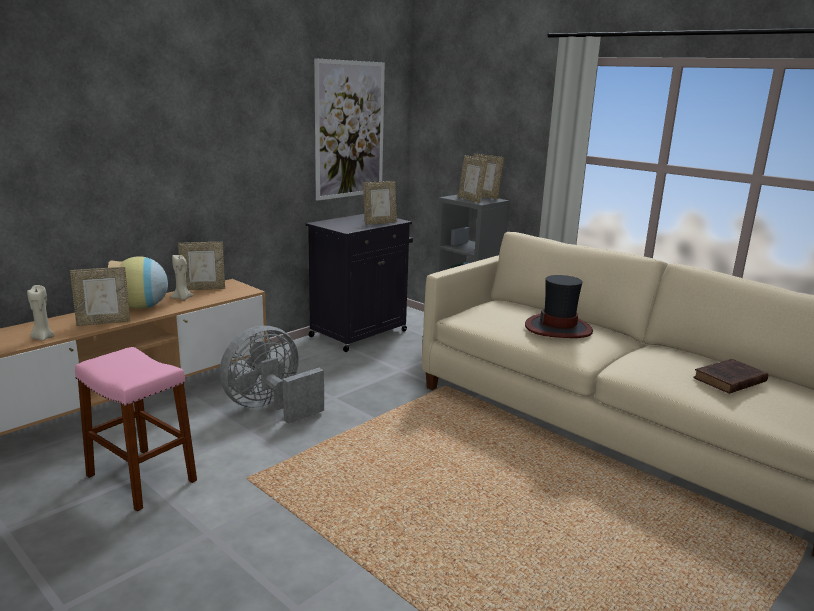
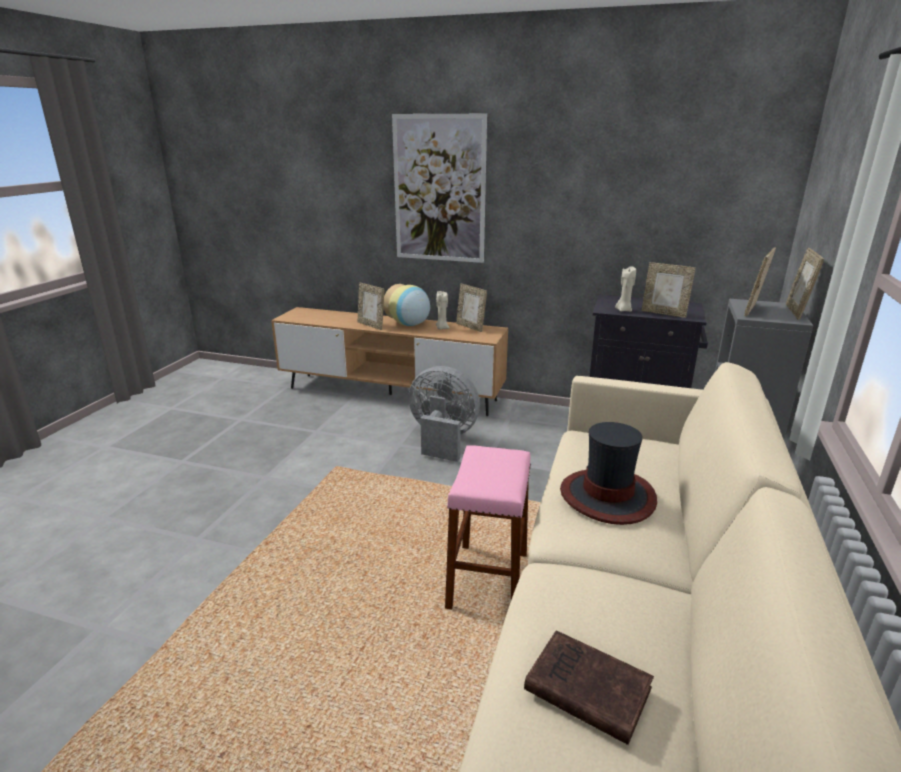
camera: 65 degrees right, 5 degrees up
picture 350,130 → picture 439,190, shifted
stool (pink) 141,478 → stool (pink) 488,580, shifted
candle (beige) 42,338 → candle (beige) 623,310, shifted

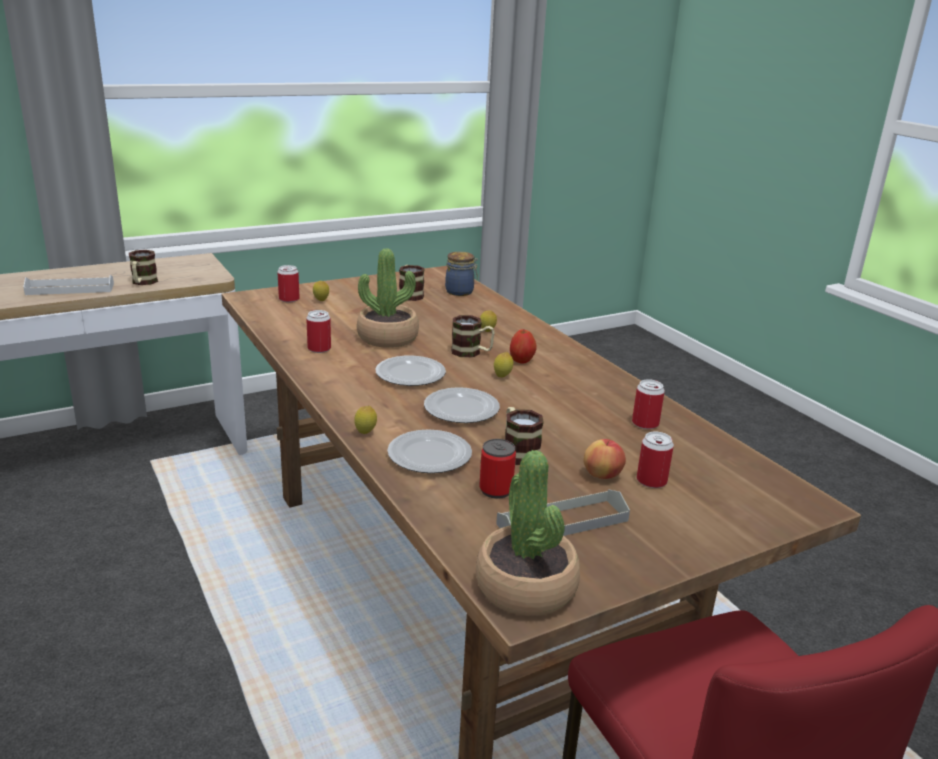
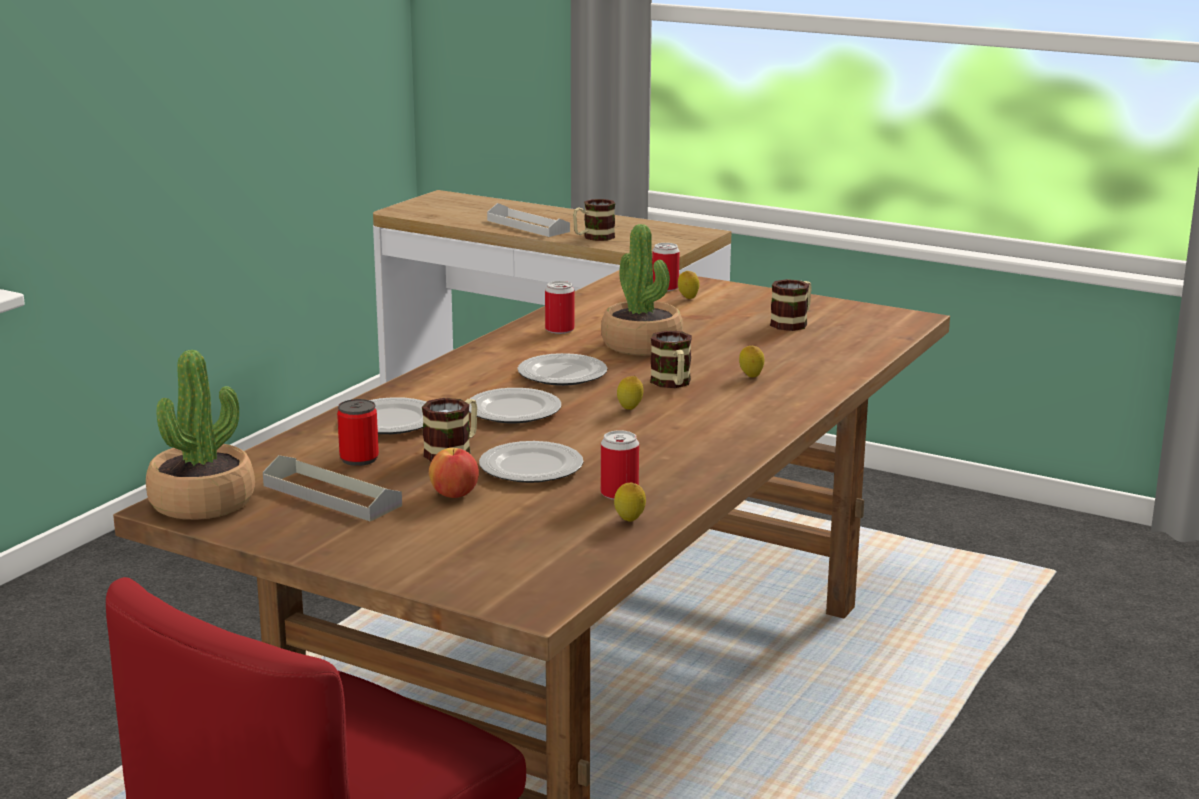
camera: 60 degrees right, 5 degrees down
- → plate 530,468
lemon 365,433 → lemon 629,521, shifted
jar 460,292 → -
apple 521,360 → -
can 651,481 → -

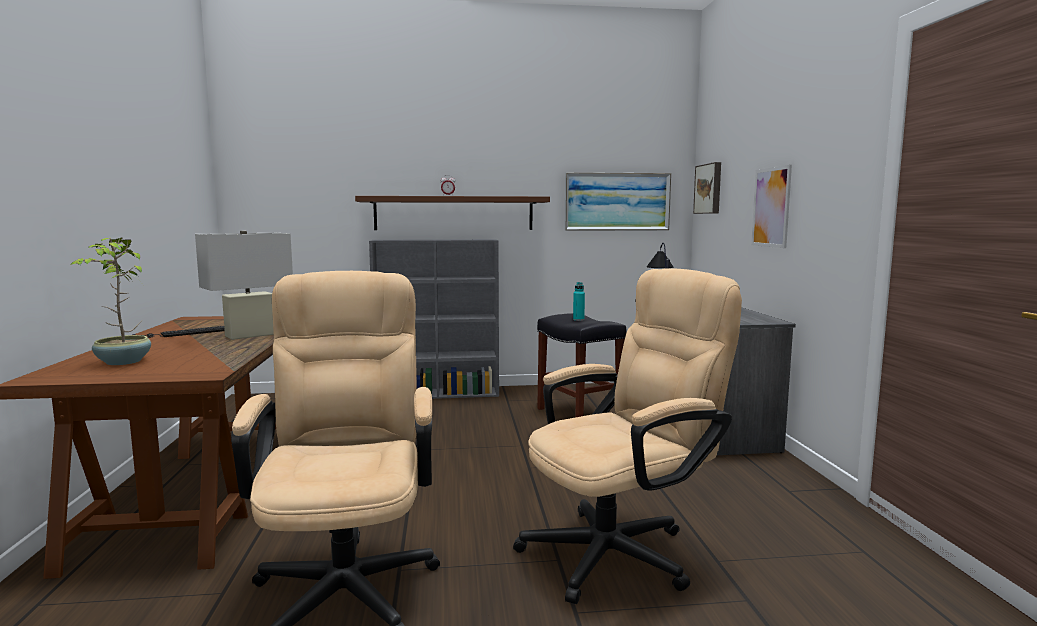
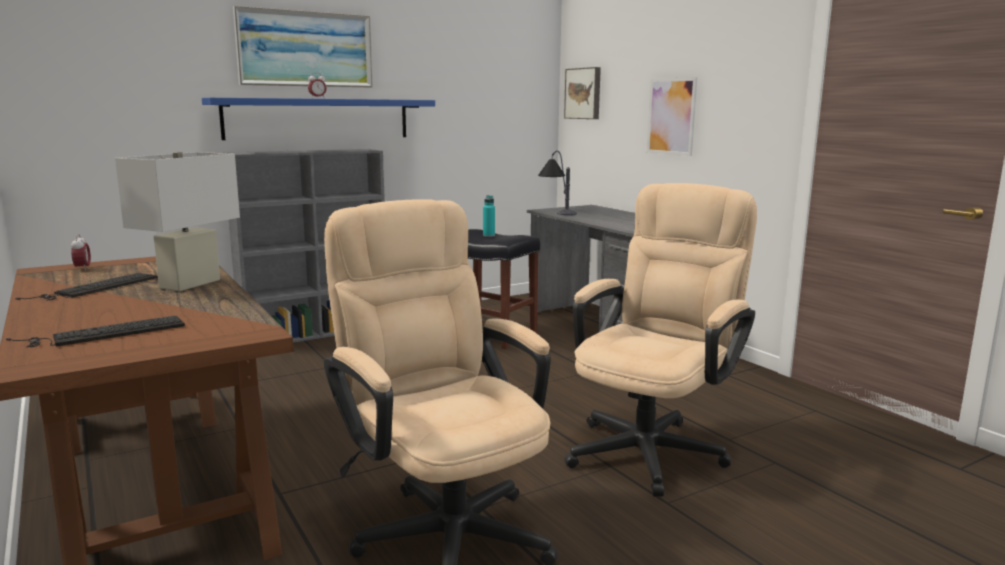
camera: 25 degrees left, 5 degrees up
potted plant 122,362 → keyboard 103,333
- → alarm clock 83,269
shelf (brown) 454,213 → shelf (blue) 318,119
picture 617,201 → picture 305,49, shifted

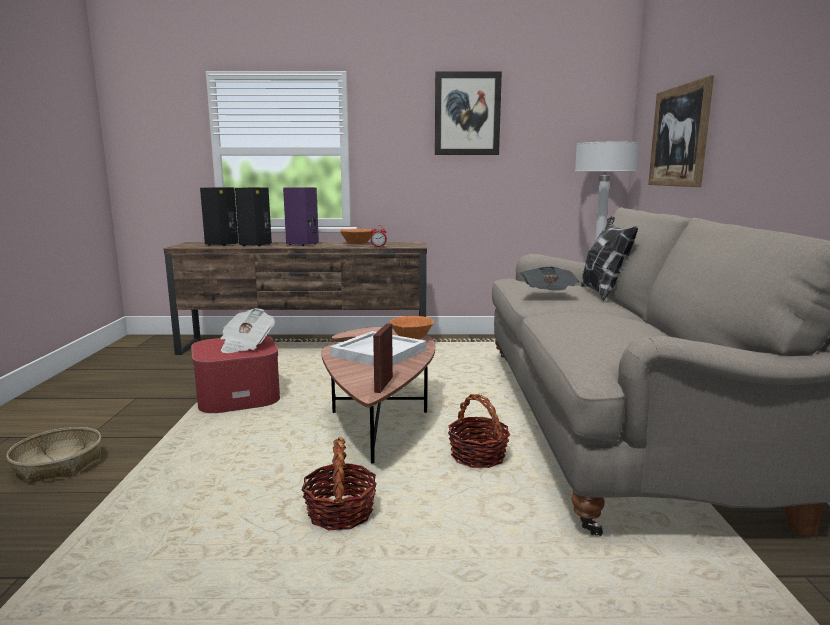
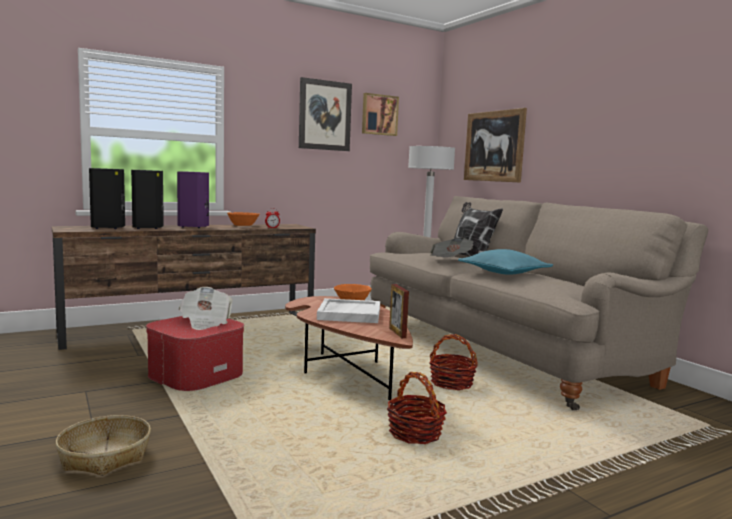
camera: 30 degrees left, 5 degrees down
- → picture 379,115
- → pillow (turquoise) 504,273

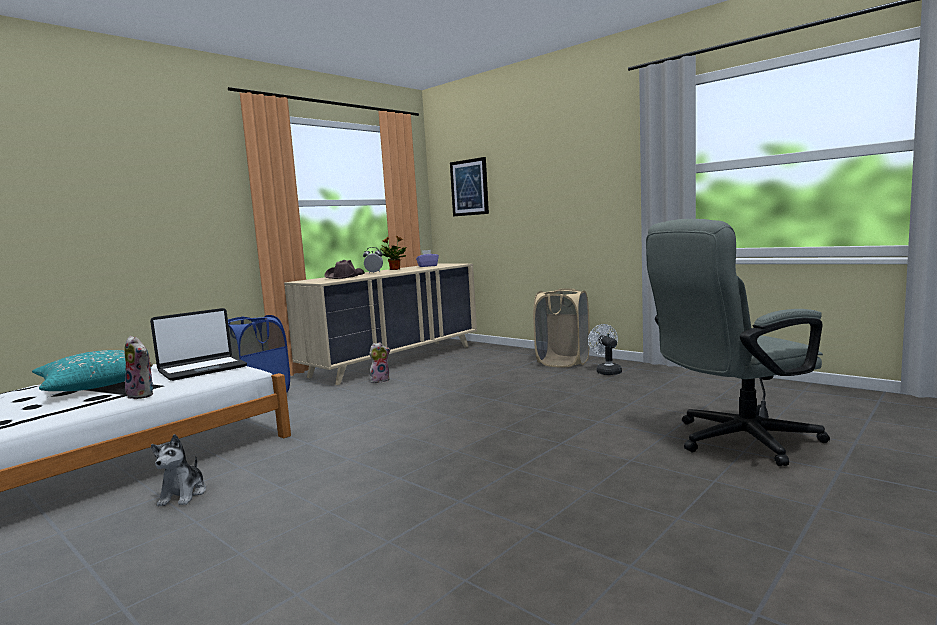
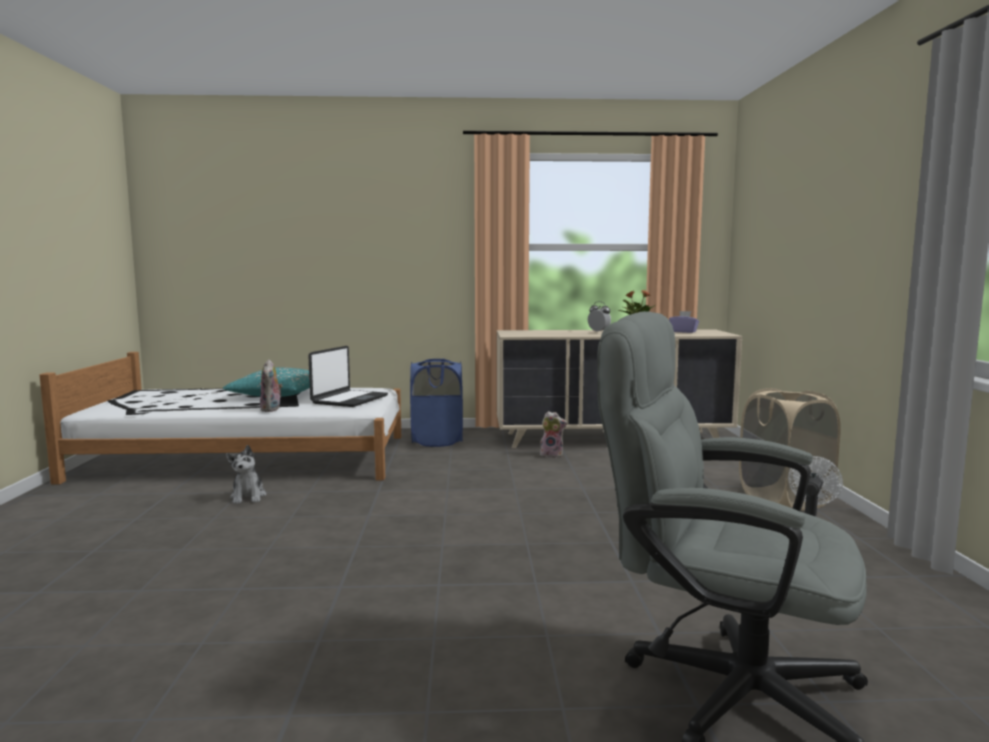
camera: 45 degrees right, 0 degrees up
plush toy 183,495 → plush toy 248,497, 60 degrees counterclockwise
laptop 202,369 → laptop 349,399, 75 degrees counterclockwise
hat (brown) 345,277 → -
picture 469,187 → -

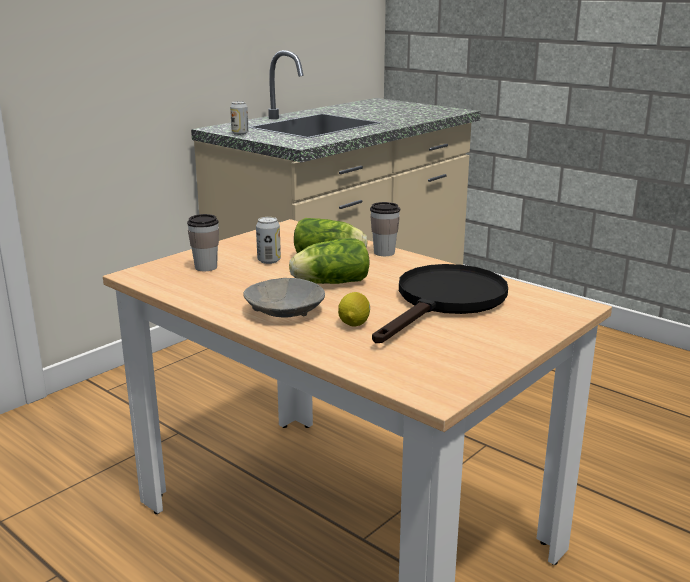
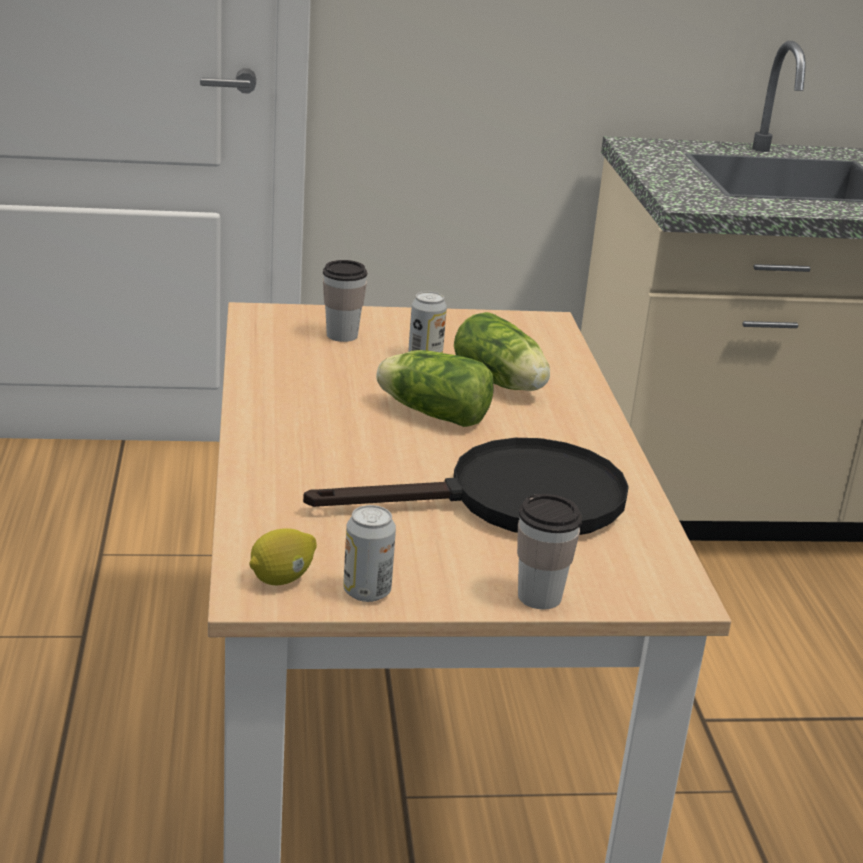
camera: 40 degrees right, 5 degrees up
lemon 354,323 → lemon 282,579, shifted
can 240,133 → can 367,591, shifted
cup 384,252 → cup 539,596, shifted
bowl (grey) 284,311 → -

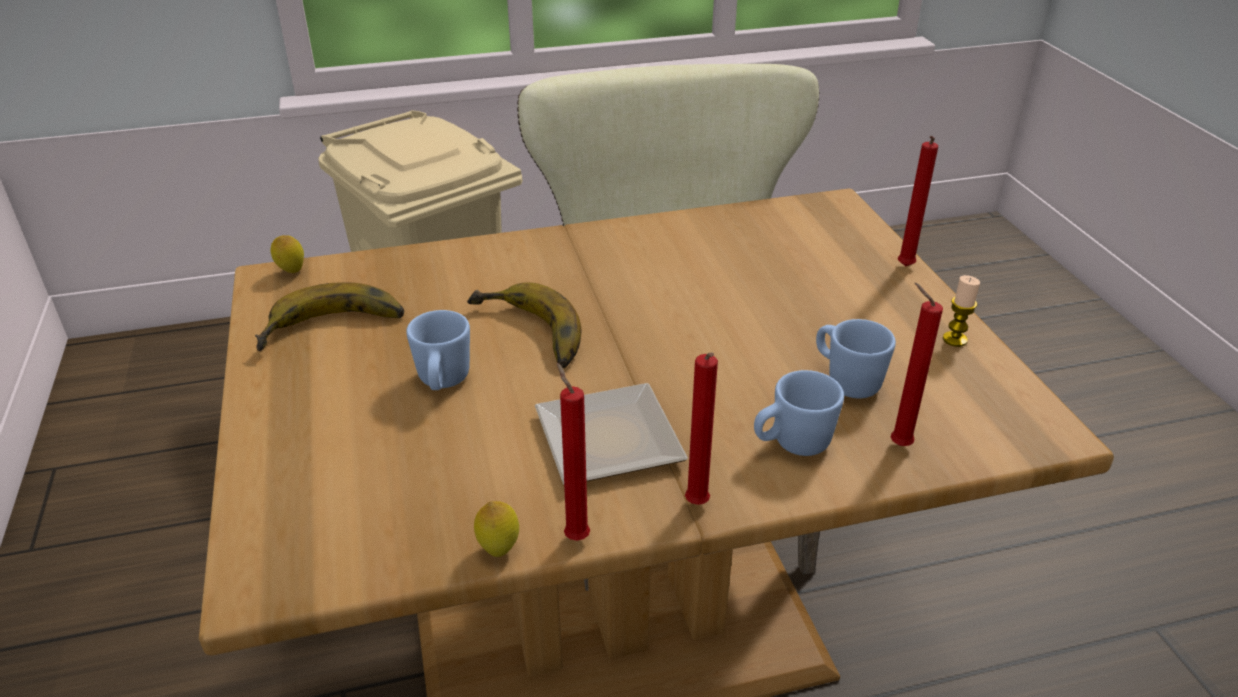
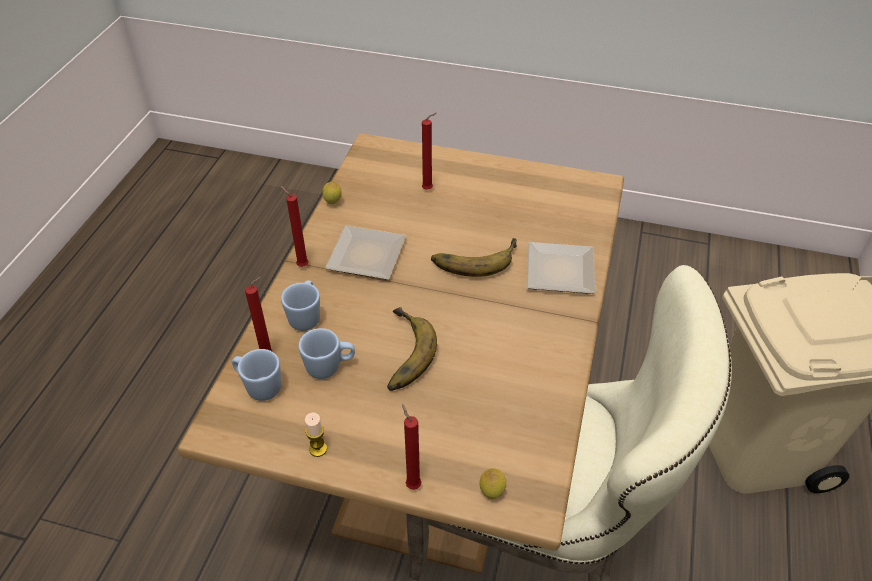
camera: 120 degrees right, 10 degrees up
mug (blue) 443,383 → mug (blue) 259,386, shifted
banana 334,331 → banana 399,353, shifted
candle (red) 575,535 → candle (red) 429,189, shifted
lemon 291,272 → lemon 491,493, shifted
- → plate 557,273

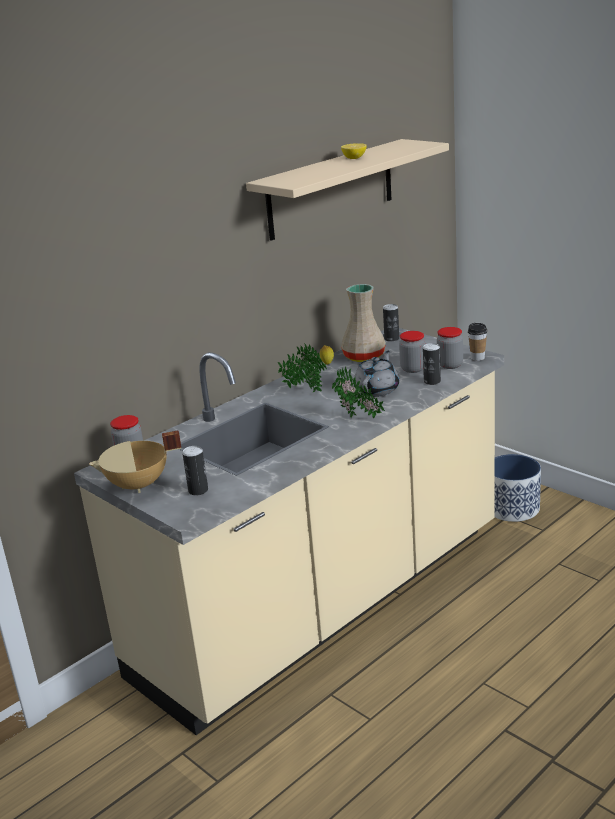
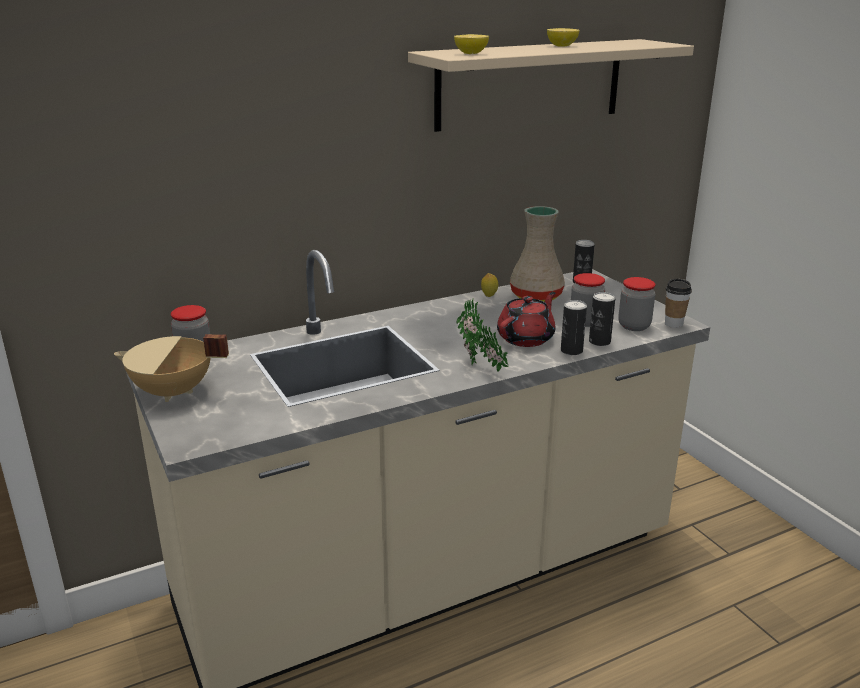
camera: 15 degrees right, 0 degrees up
- → lemon 471,53
teapot (grey) 377,390 → teapot (red) 526,338
can 198,490 → can 571,350, shifted
potted plant 304,389 → -
planter 513,508 → -

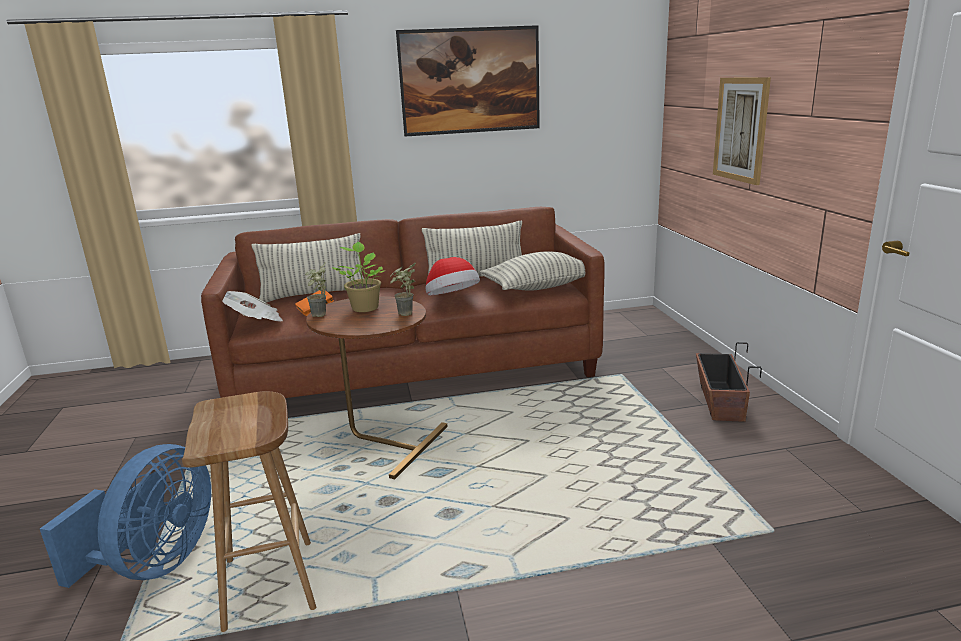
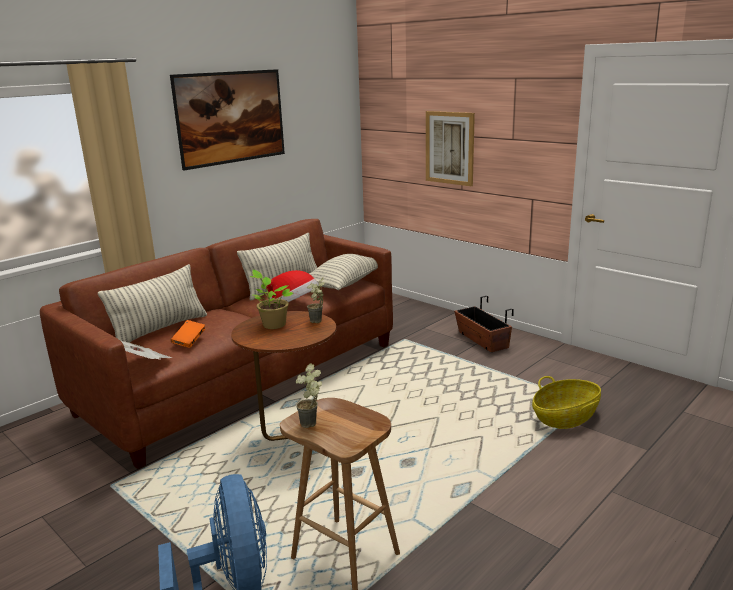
camera: 35 degrees left, 0 degrees up
potted plant 320,316 → potted plant 313,425, shifted
- → basket 565,417

